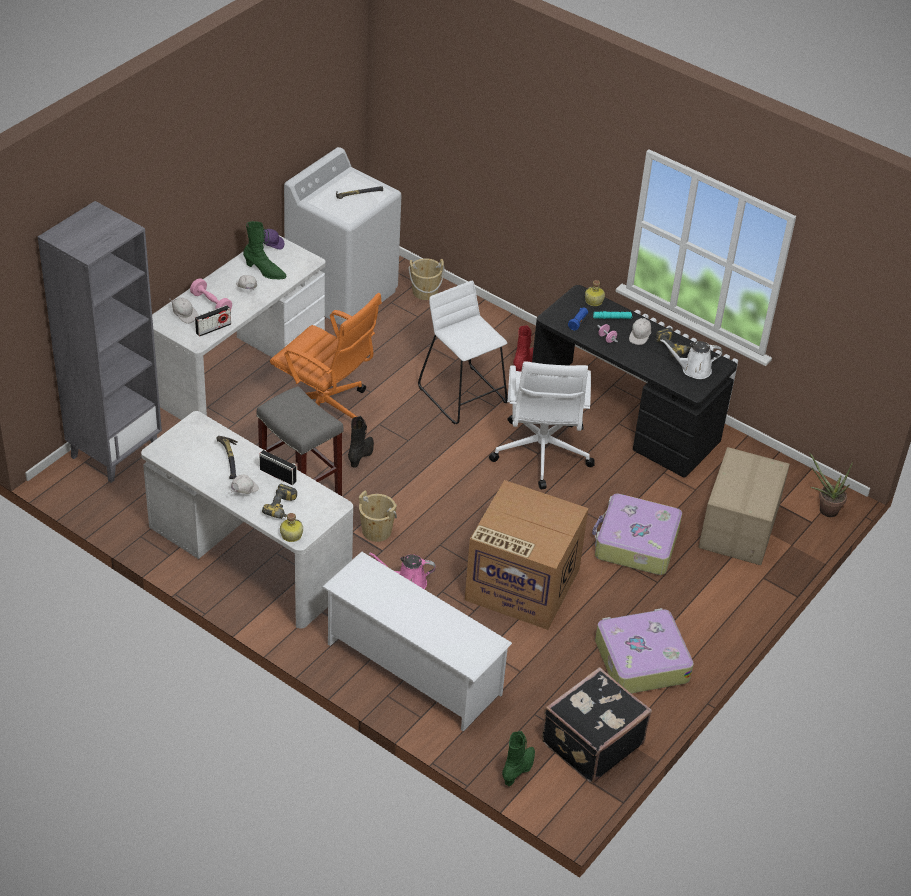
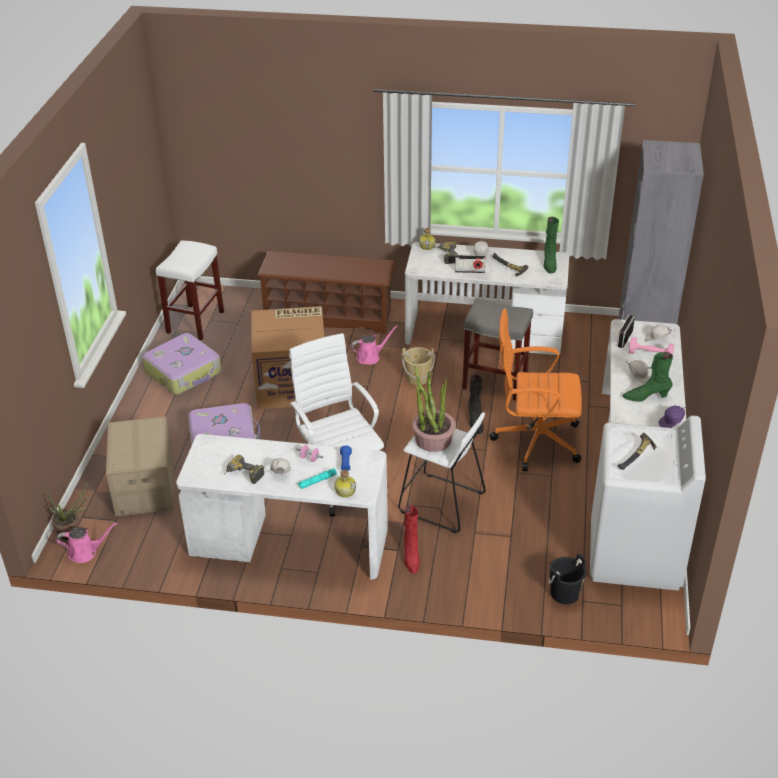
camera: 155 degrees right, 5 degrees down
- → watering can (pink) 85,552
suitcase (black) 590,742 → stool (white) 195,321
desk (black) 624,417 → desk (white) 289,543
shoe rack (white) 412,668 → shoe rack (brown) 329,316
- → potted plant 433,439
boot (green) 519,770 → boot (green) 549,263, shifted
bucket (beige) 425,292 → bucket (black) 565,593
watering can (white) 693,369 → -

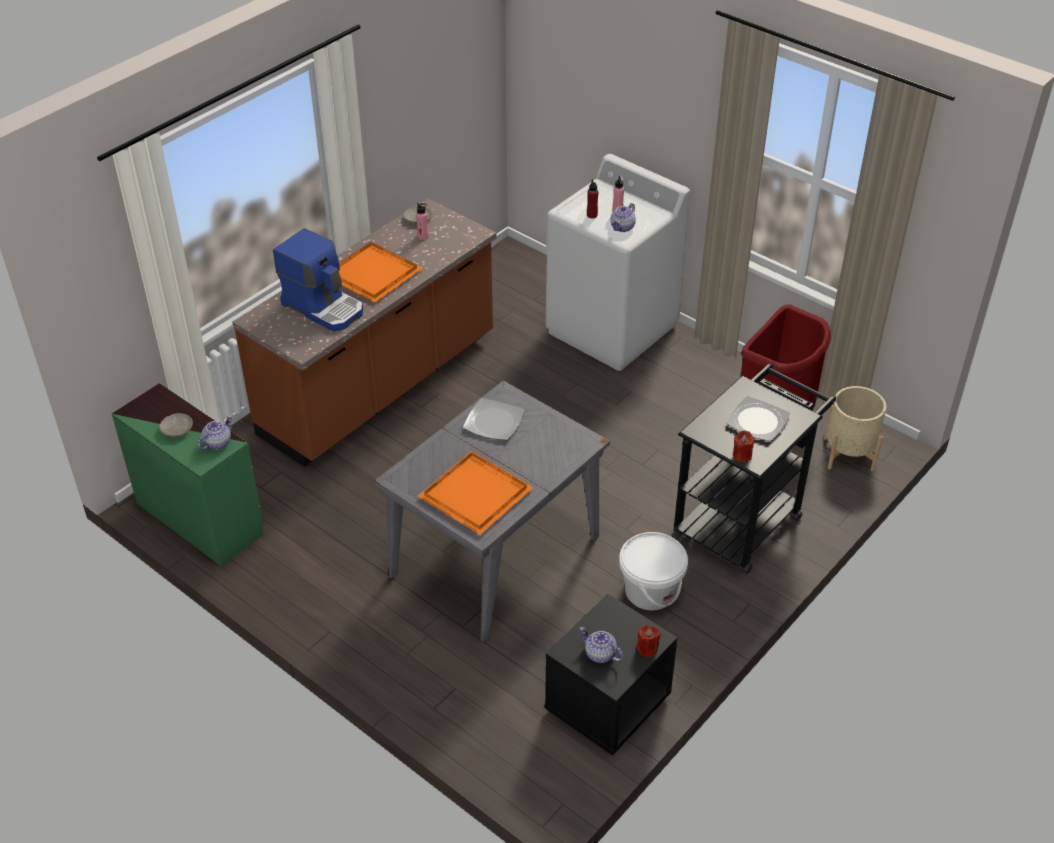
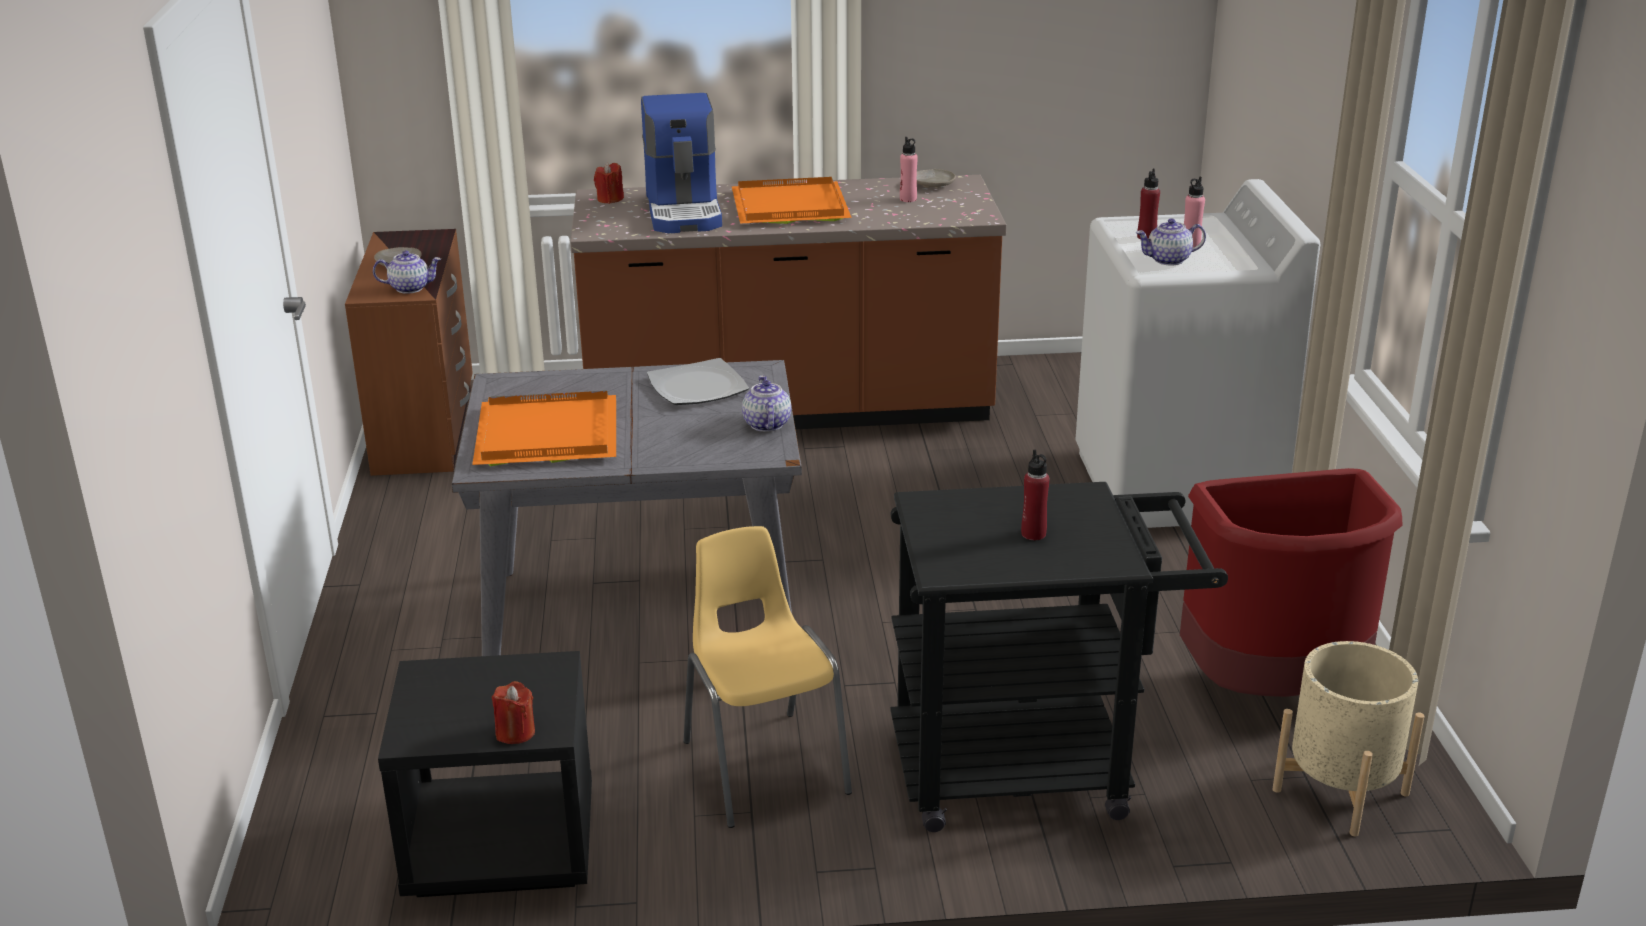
camera: 45 degrees right, 15 degrees down
dresser (green) 200,517 → dresser (brown) 426,429
candle (red) 742,455 → candle (red) 610,199, shifted
bucket (white) 650,590 → chair (yellow) 764,766
teapot 599,654 → teapot 766,424, shifted
plate 758,421 → bottle (red) 1033,534

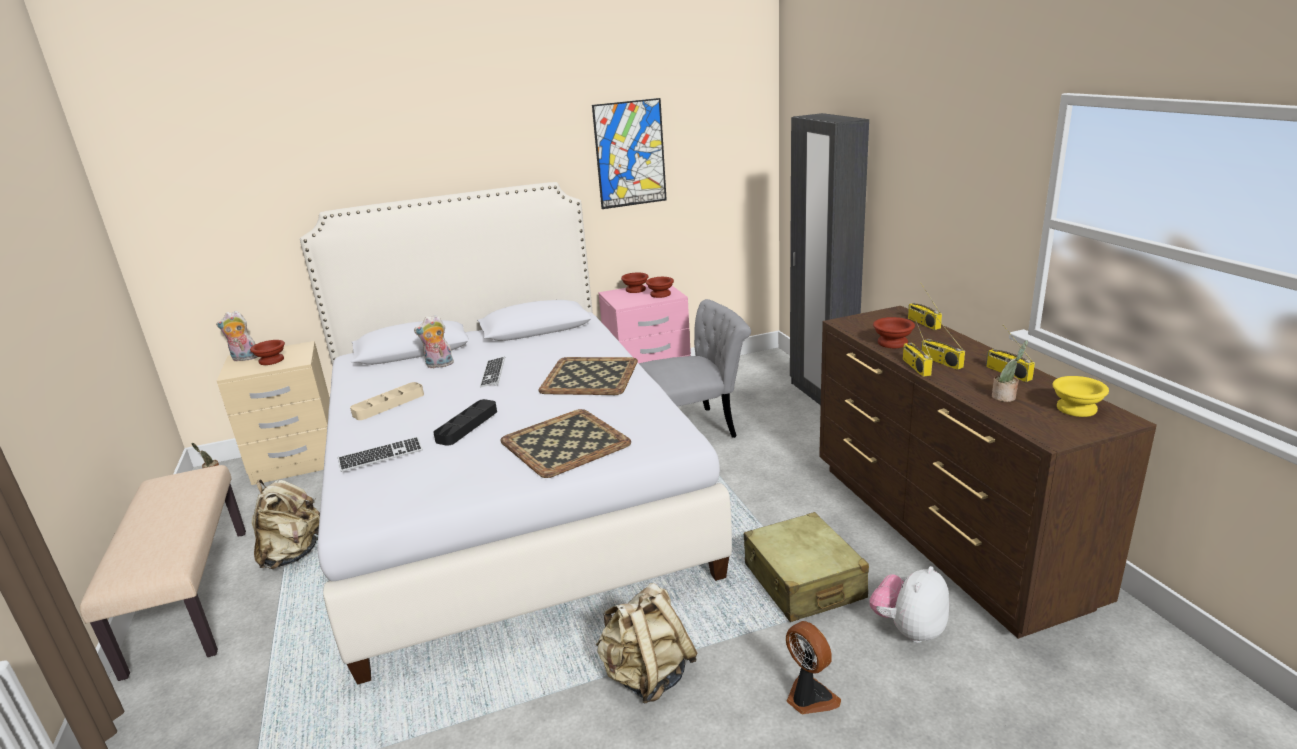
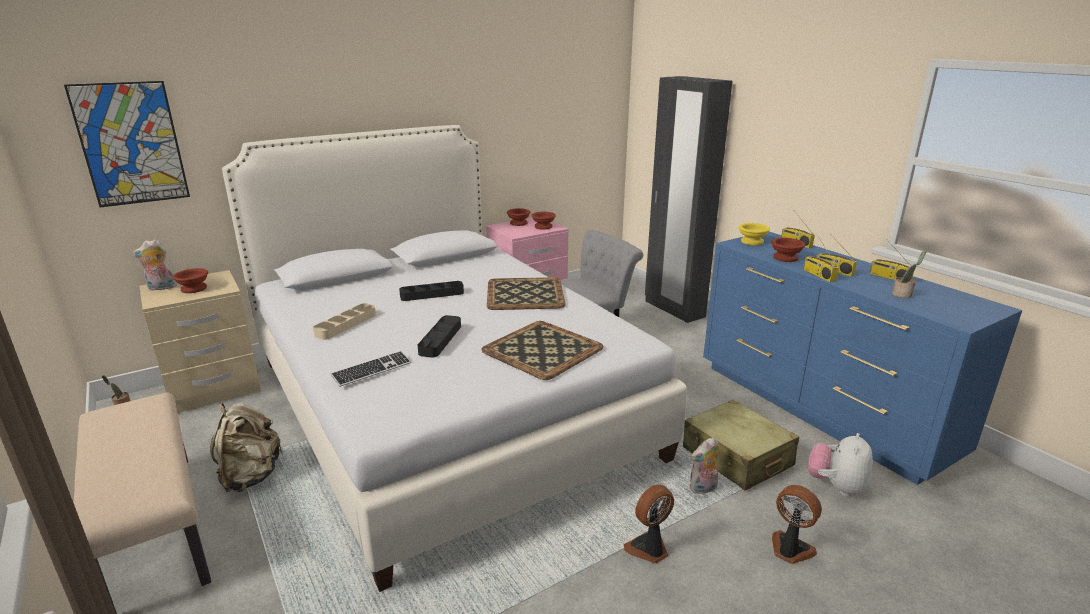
camera: 15 degrees left, 0 degrees up
picture 630,154 → picture 131,144, shifted
keyboard 493,373 → tray (black) 432,294
backpack (beige) 647,676 → fan 649,549
plush toy 439,365 → plush toy 703,489, shifted
dresser (brown) 943,531 → dresser (blue) 821,409
bowl (yellow) 1074,409 → bowl (yellow) 751,242, shifted

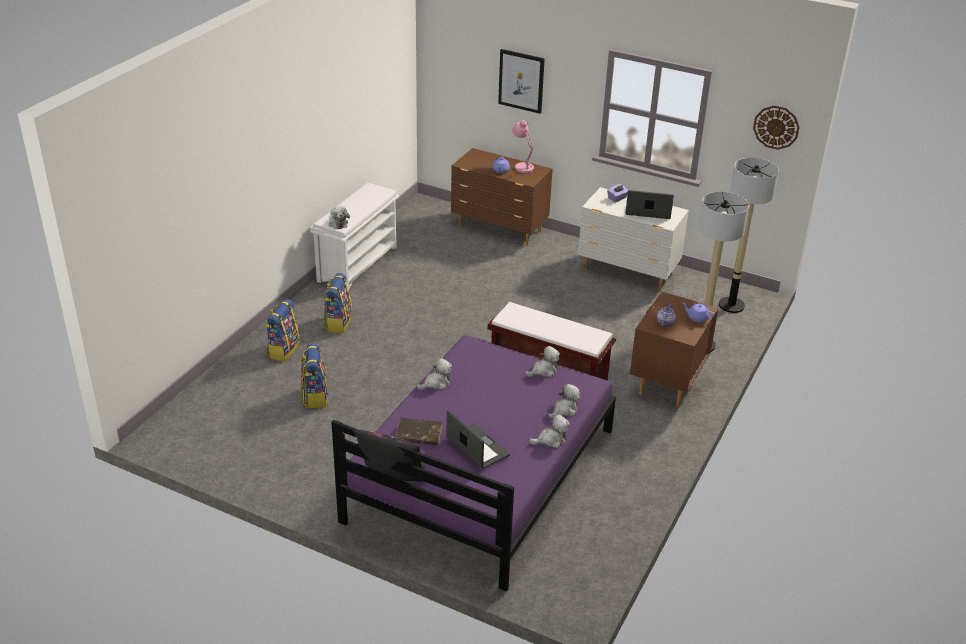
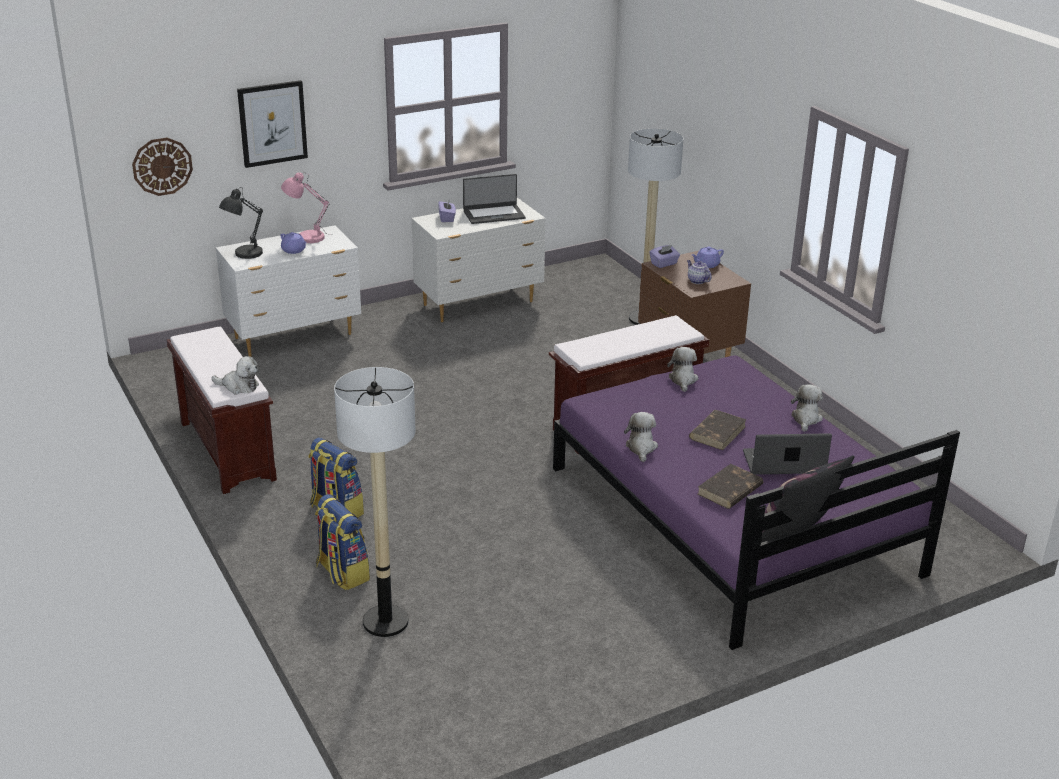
camera: 55 degrees left, 5 degrees down
wall clock 776,127 → wall clock 162,166, shifted
bench (white) 358,263 → bench (brown) 226,450
dresser (brown) 500,229 → dresser (white) 295,336
- → table lamp (grey) 245,254
floor lamp 731,305 → floor lamp 385,622, shifted
laptop 648,211 → laptop 493,214, 150 degrees counterclockwise
- → tissue box (purple) 664,264
- → book (brown) 717,432
backpack 315,396 → -
plush toy 564,410 → -

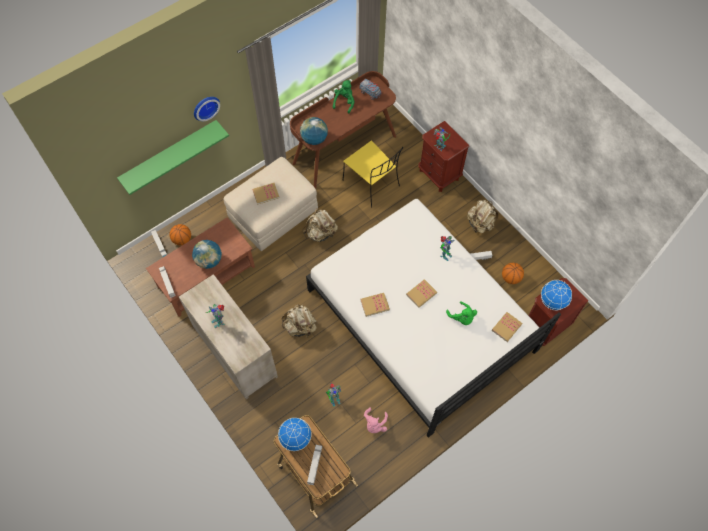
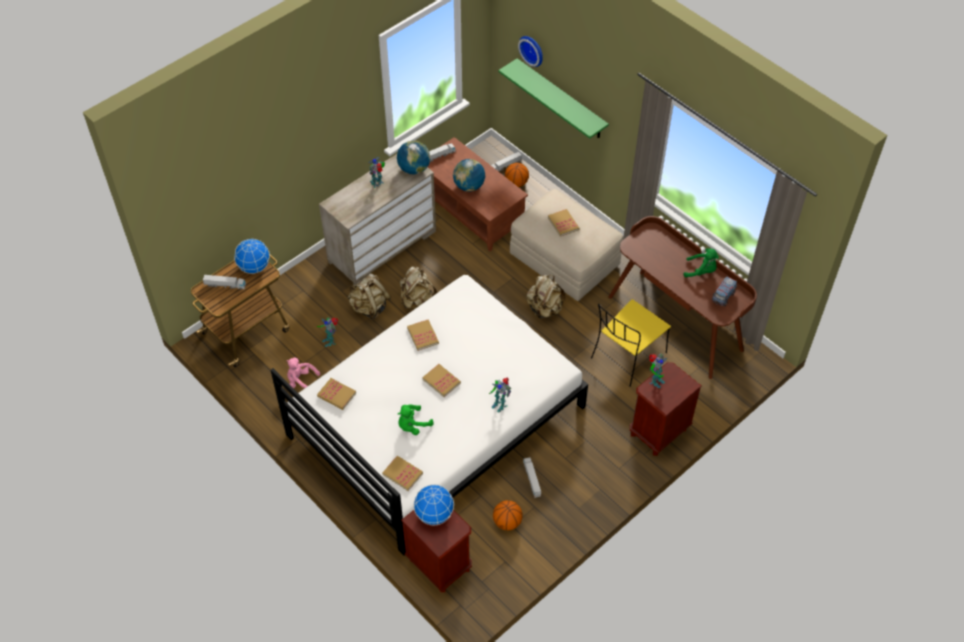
camera: 85 degrees right, 10 degrees down
- → book 336,395
backpack (beige) 480,224 → backpack (beige) 369,307, shifted
globe 314,139 → globe 414,169, shifted
wall clock 205,107 → wall clock 532,50, shifted

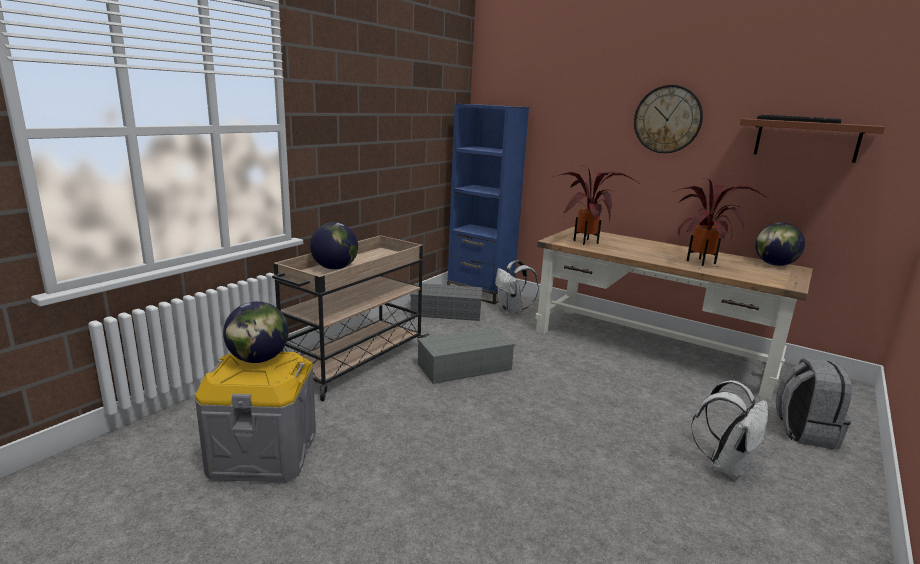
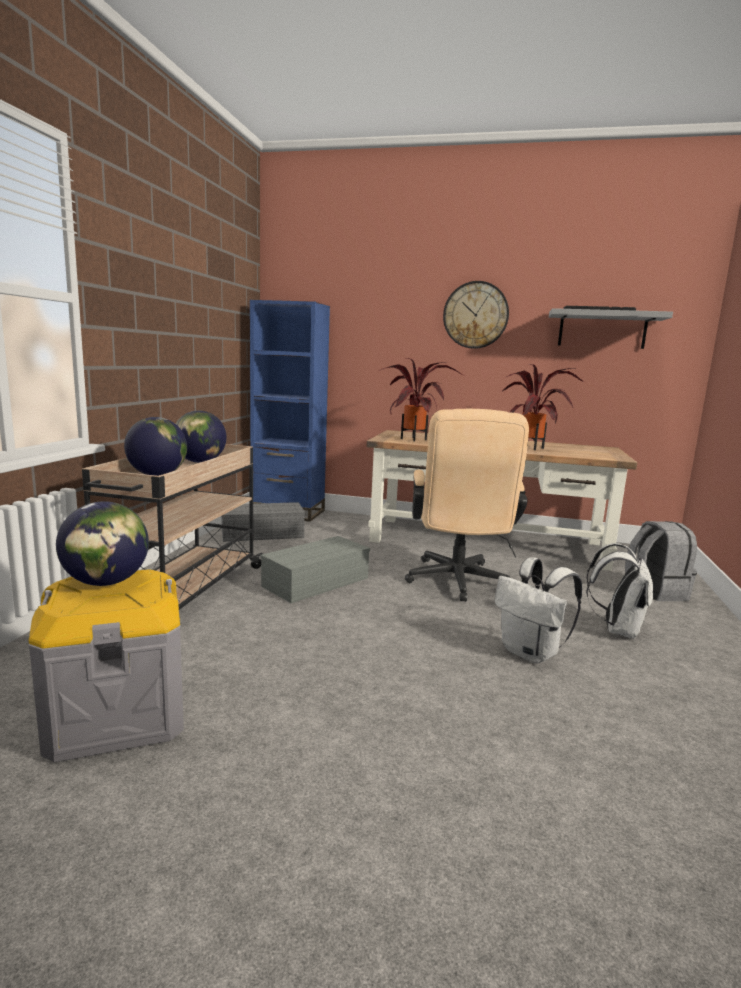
camera: 20 degrees left, 5 degrees down
globe 774,264 → globe 199,462, shifted
- → office chair (beige) 457,583
backpack (white) 511,311 → backpack (white) 531,653, shifted
shelf (brown) 806,140 → shelf (grey) 602,330

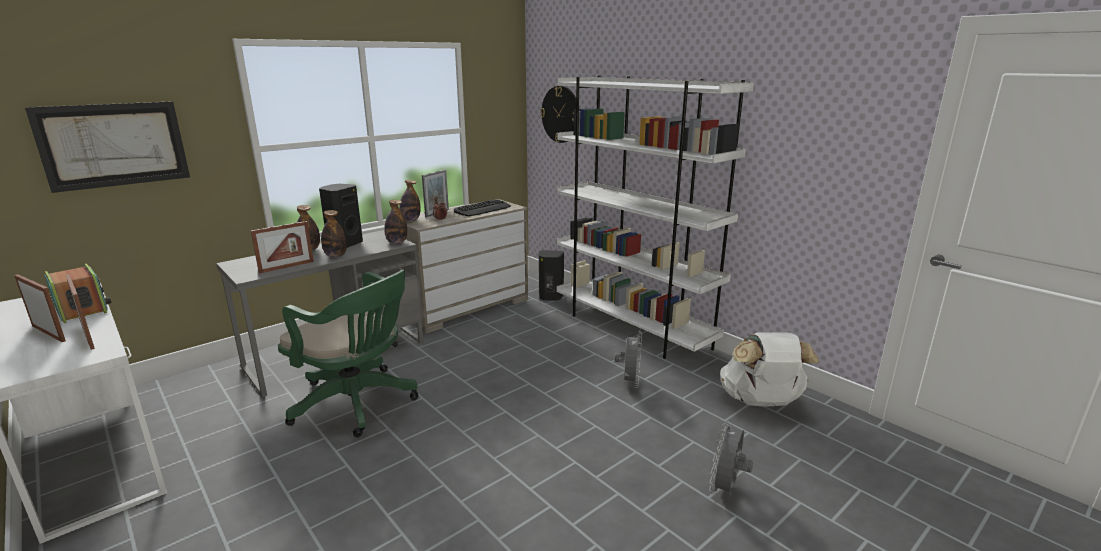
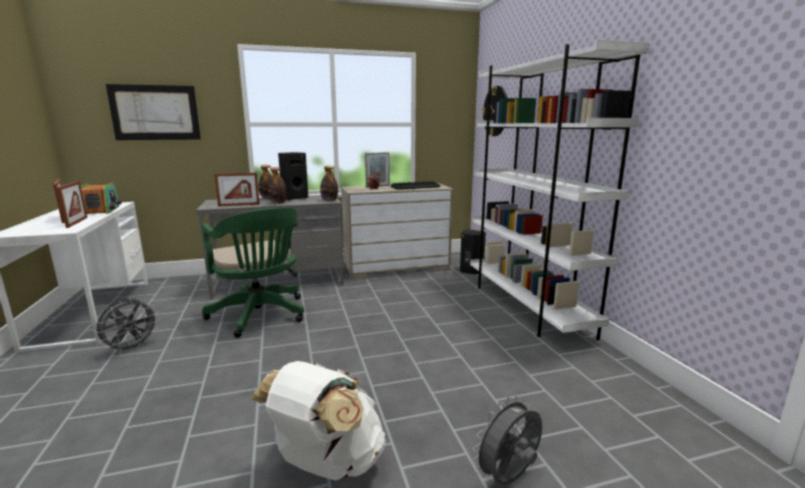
camera: 25 degrees right, 5 degrees down
fan (grey) 629,382 → fan (grey) 131,348, shifted
backpack (white) 761,402 → backpack (white) 326,463, shifted
bottle 410,220 → -

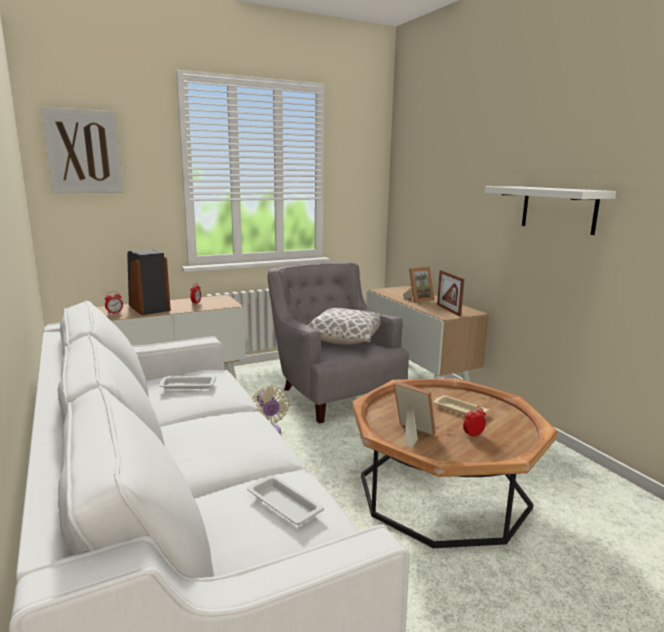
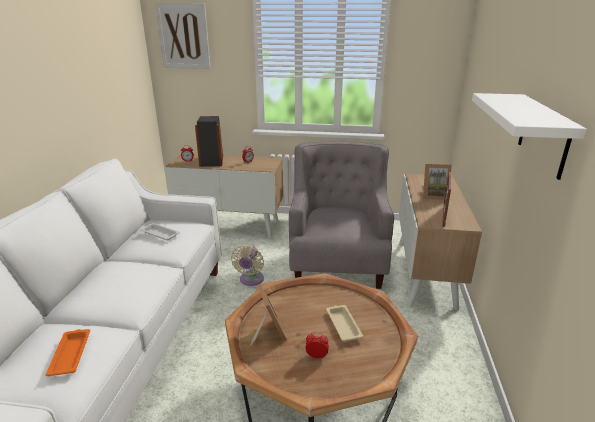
camera: 35 degrees right, 10 degrees up
tray (white) 283,504 → tray (orange) 71,354
pillow 344,340 → -

